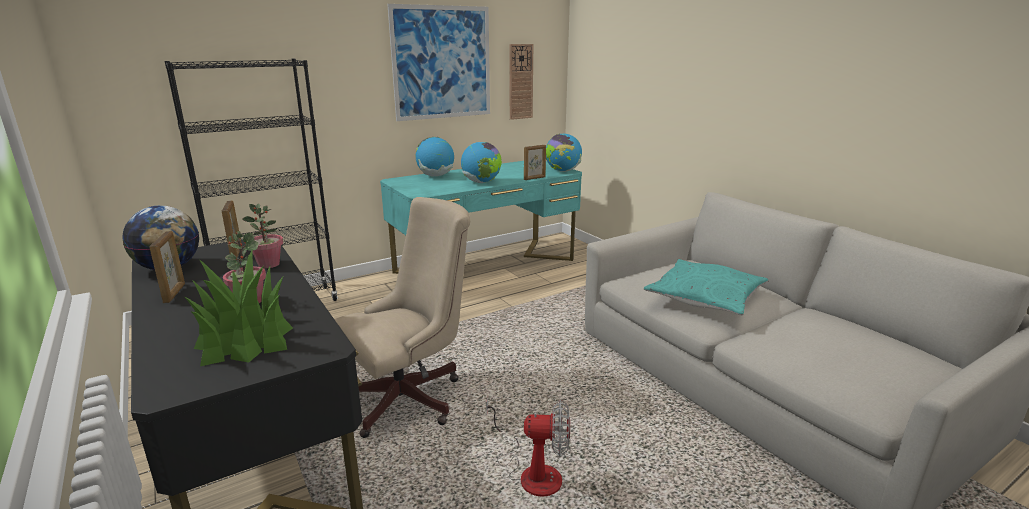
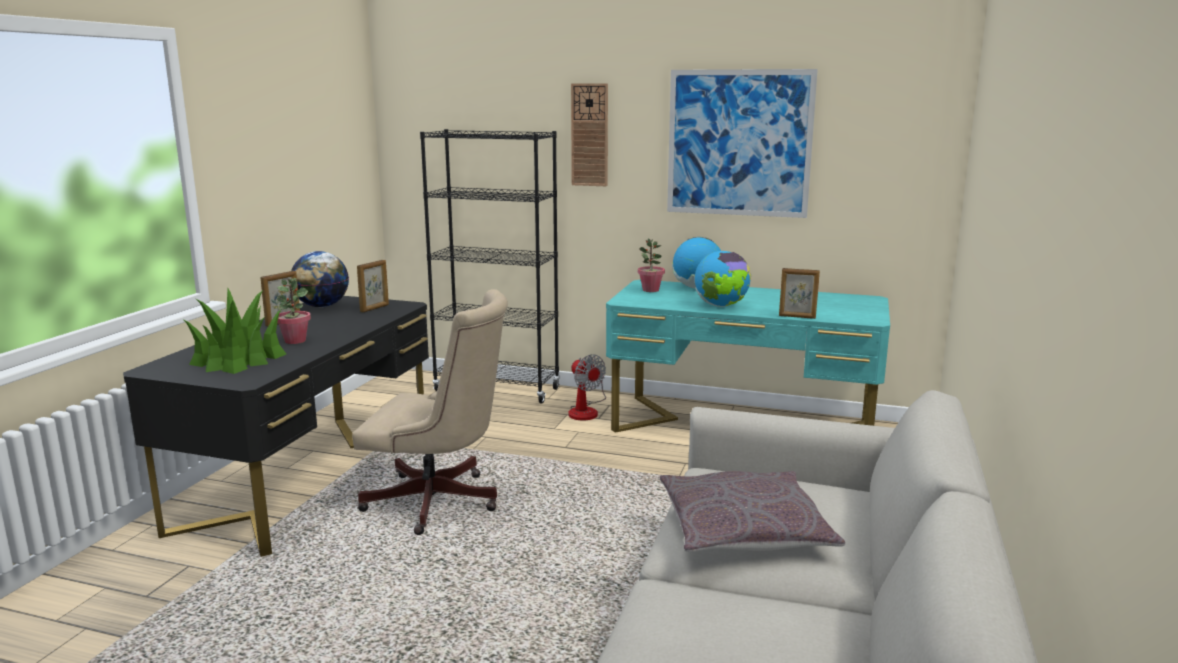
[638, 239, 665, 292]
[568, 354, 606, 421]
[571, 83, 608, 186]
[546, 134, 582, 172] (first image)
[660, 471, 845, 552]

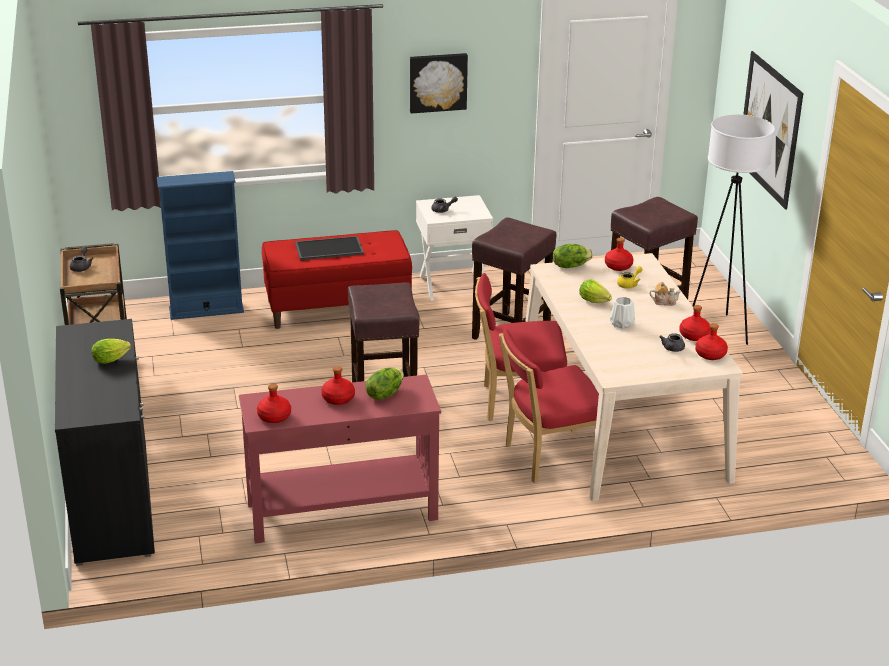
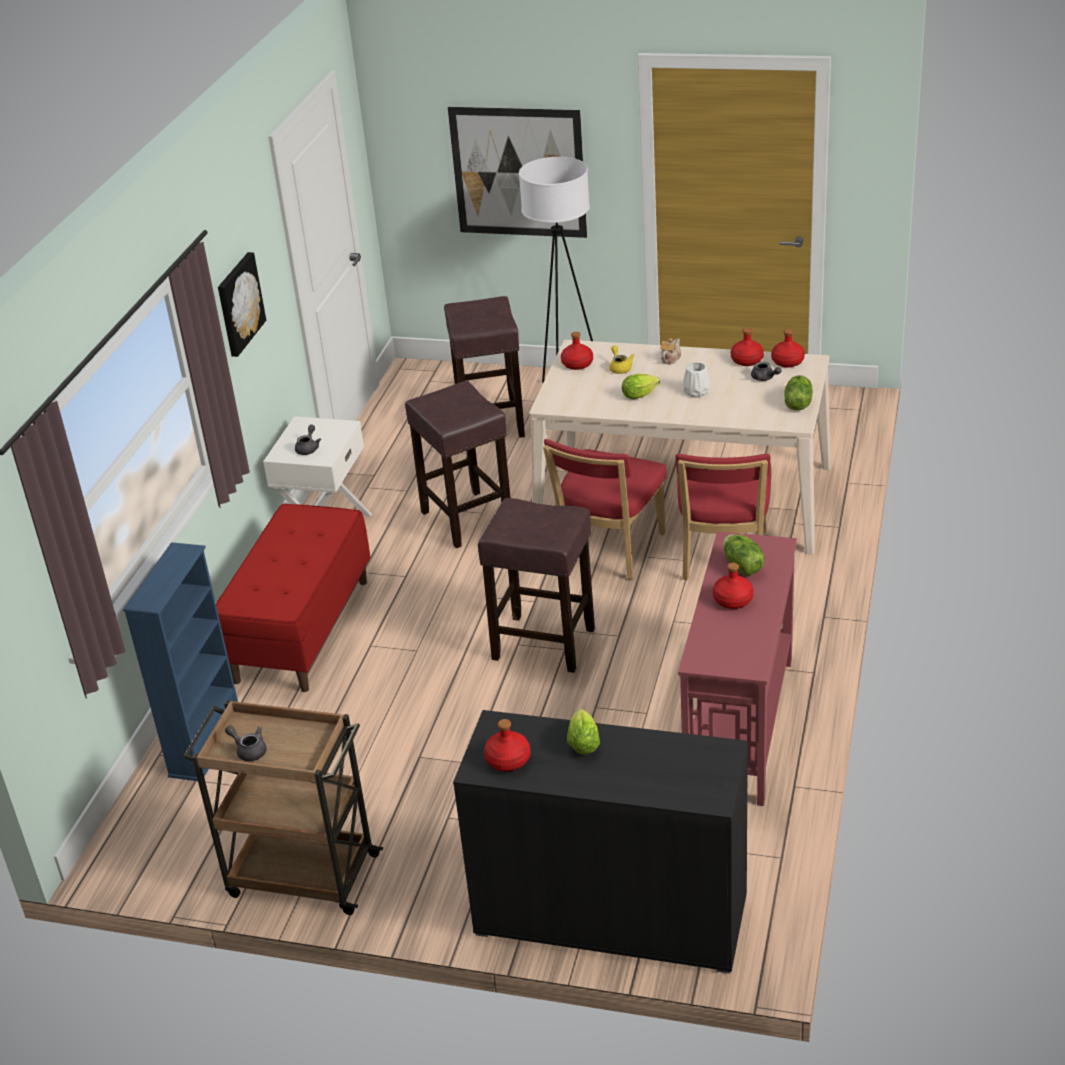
[484, 719, 531, 772]
[295, 236, 364, 260] (first image)
[784, 375, 813, 411]

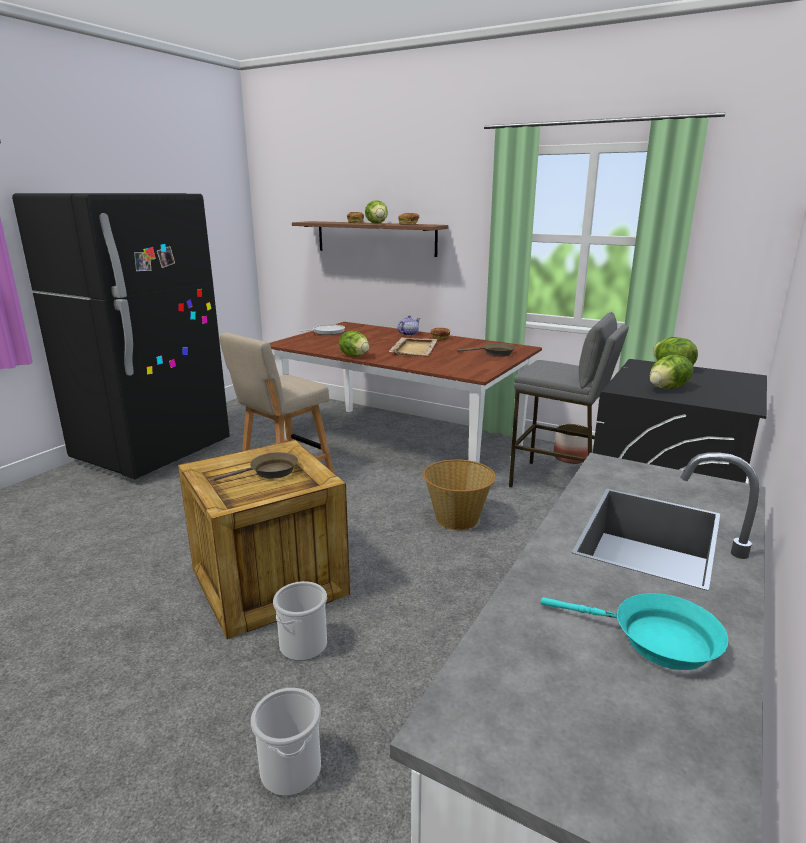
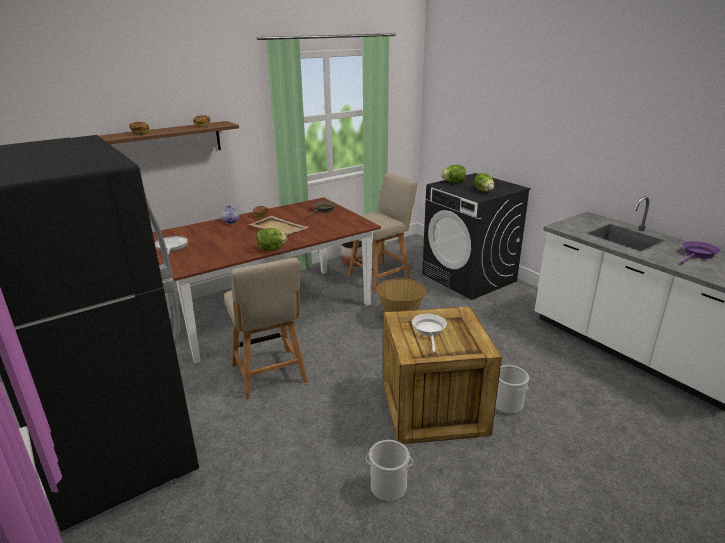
[412, 314, 447, 353]
[366, 440, 413, 502]
[365, 200, 388, 224] (first image)
[348, 173, 417, 292]
[681, 241, 720, 264]

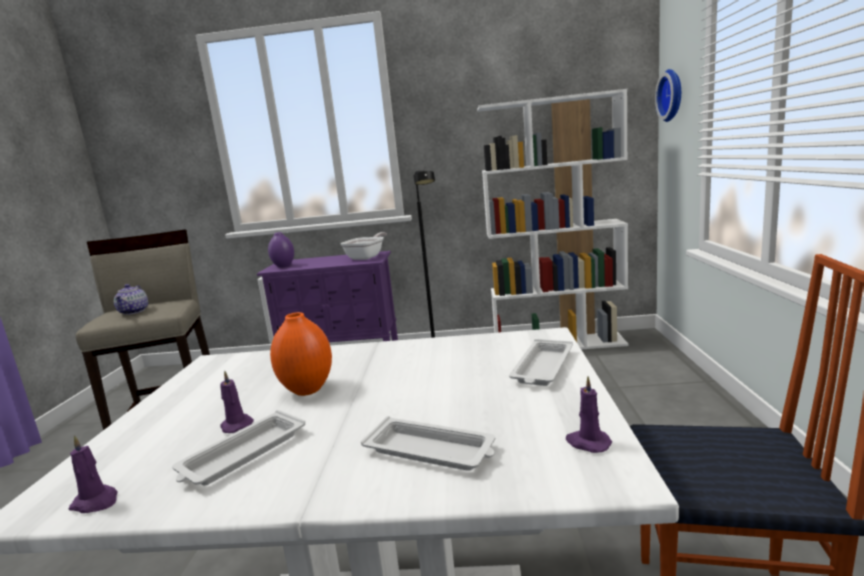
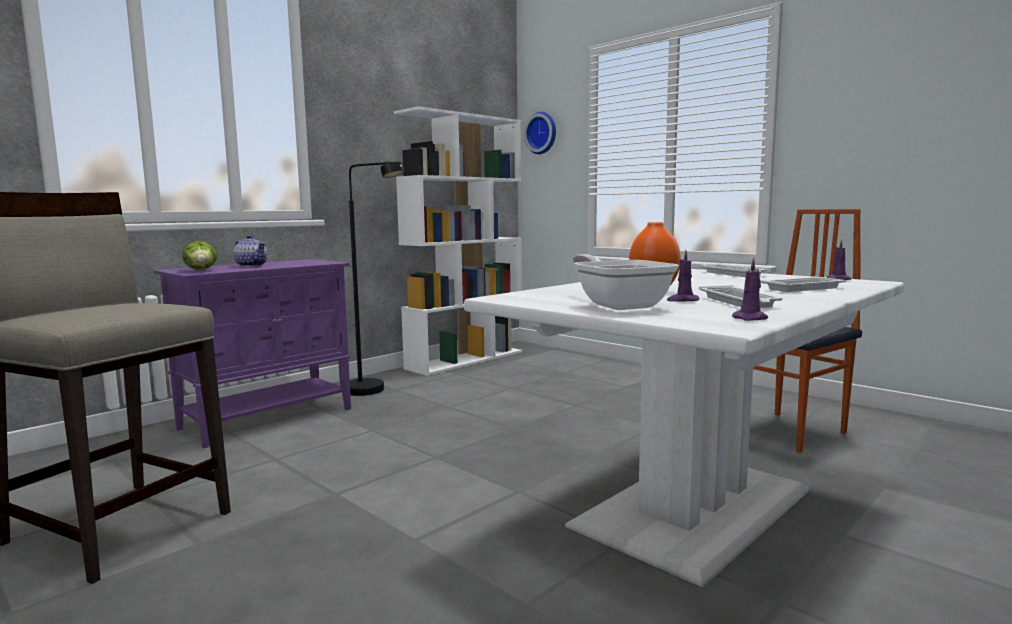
[233, 235, 268, 267]
[182, 241, 217, 270]
[573, 254, 679, 310]

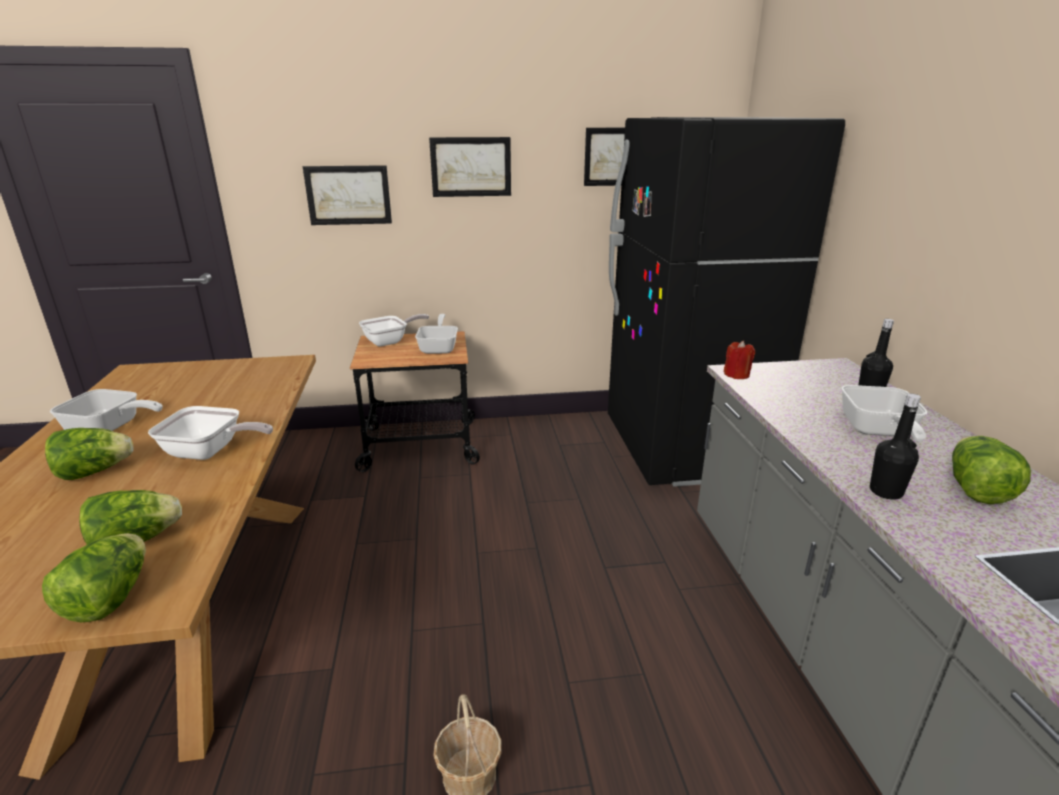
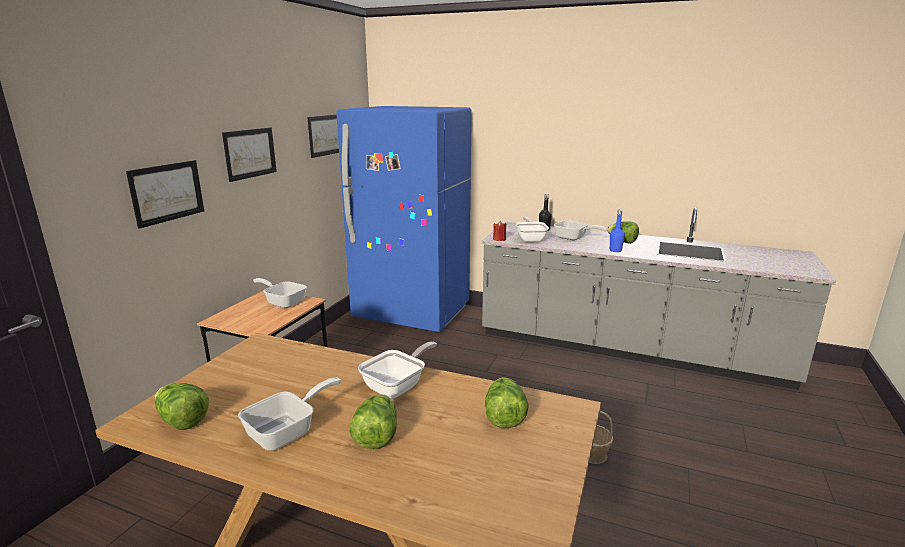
[155, 383, 209, 430]
[516, 217, 549, 242]
[336, 106, 472, 332]
[610, 210, 625, 252]

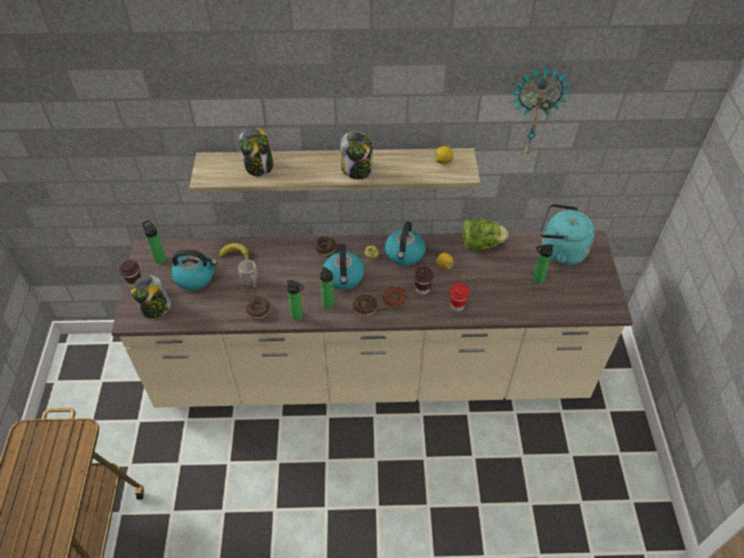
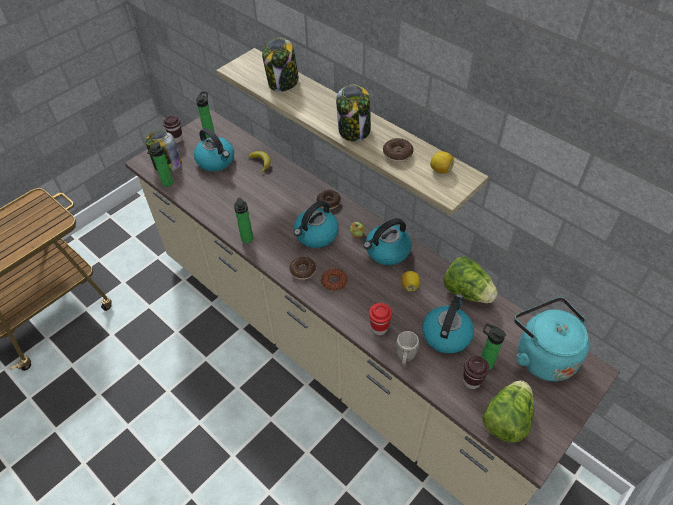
[396, 331, 419, 368]
[383, 138, 413, 162]
[147, 142, 173, 187]
[463, 356, 489, 389]
[510, 66, 572, 154] (first image)
[422, 294, 474, 354]
[482, 381, 534, 443]

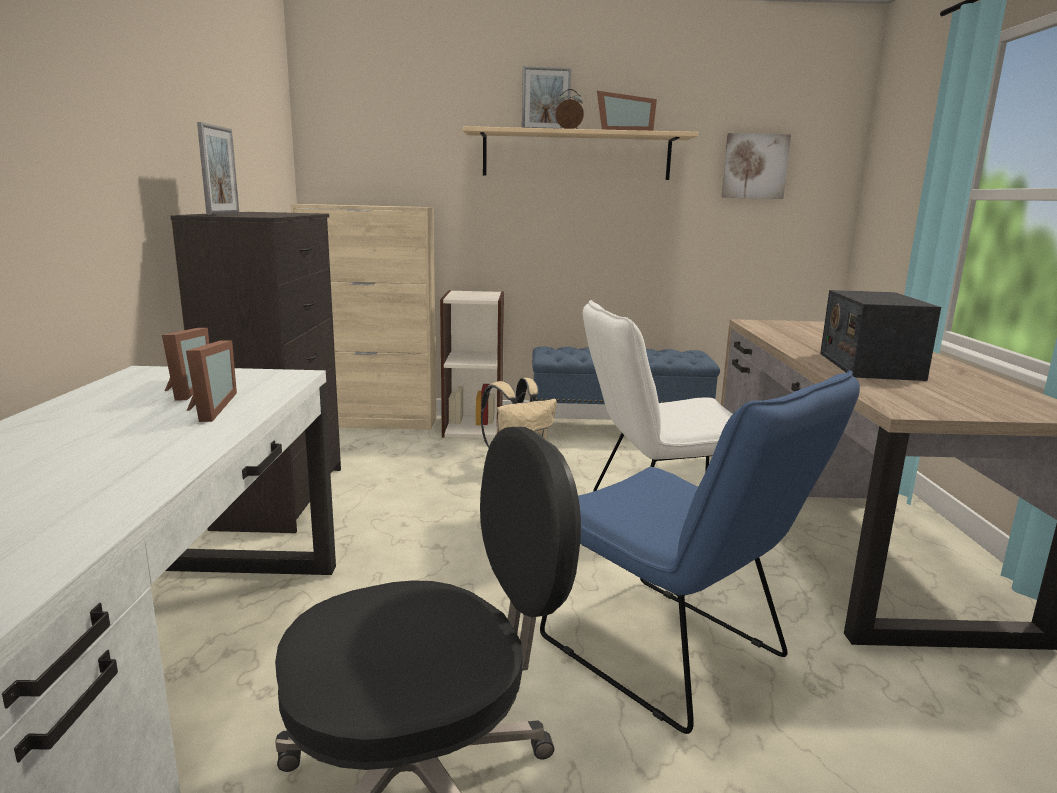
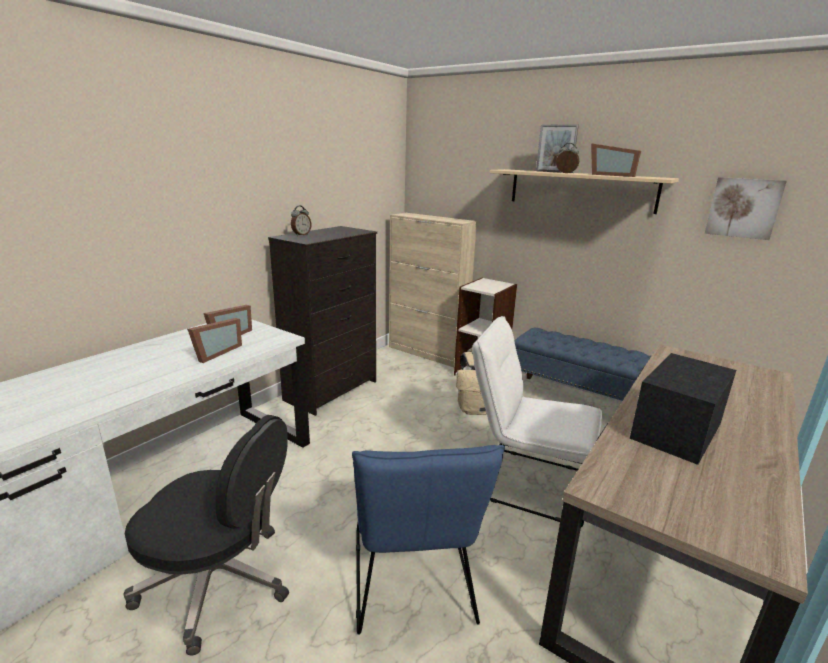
[291, 206, 311, 236]

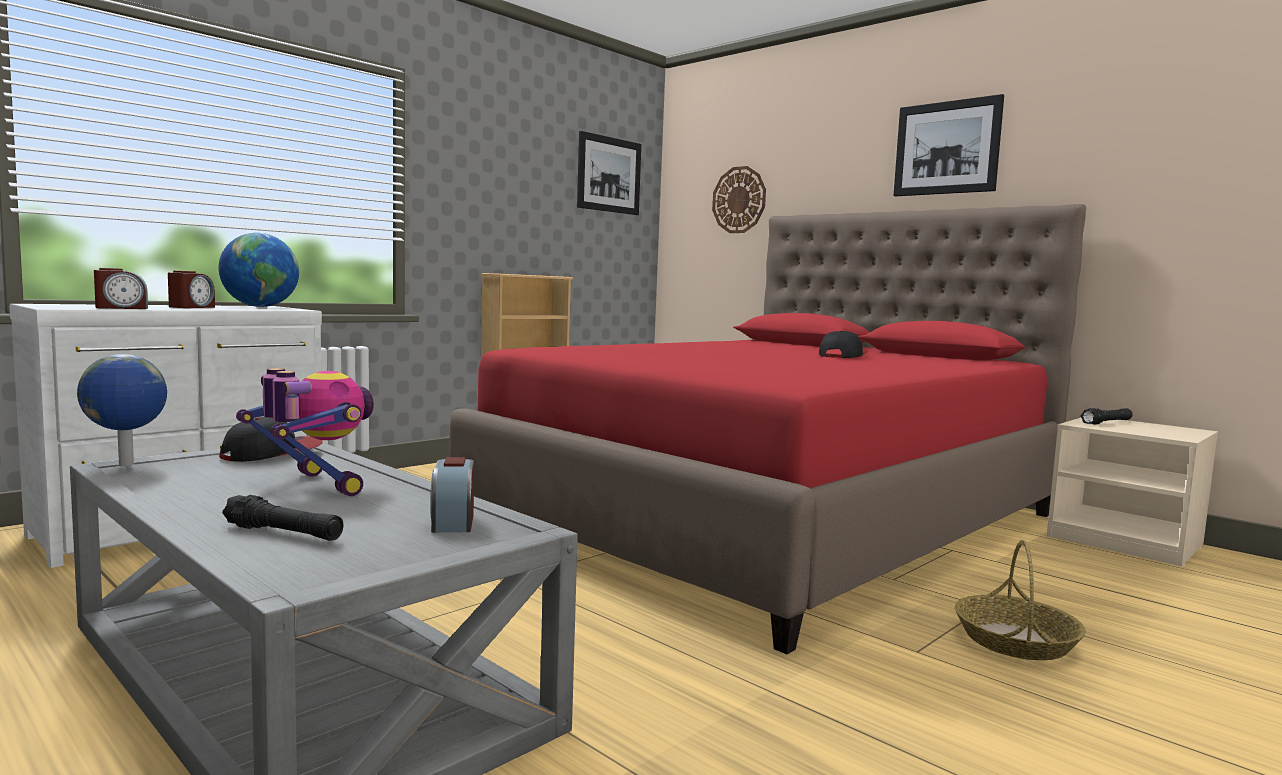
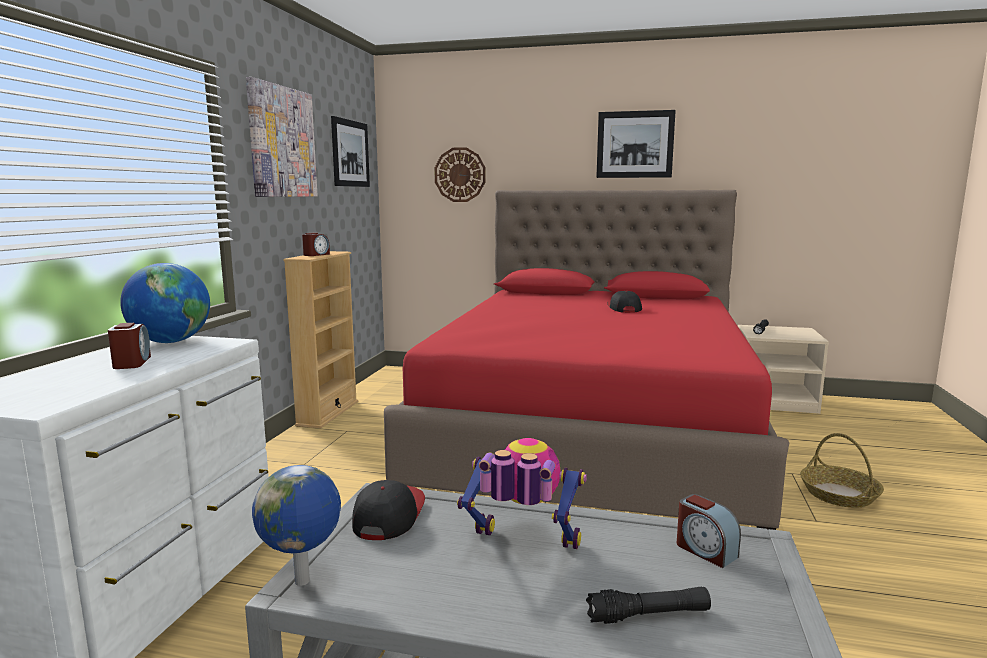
[302, 233, 330, 256]
[246, 77, 318, 197]

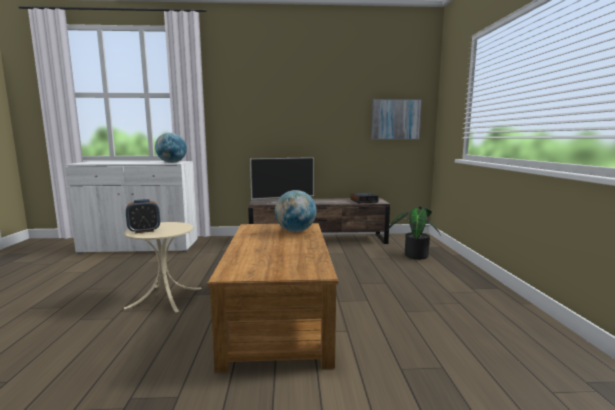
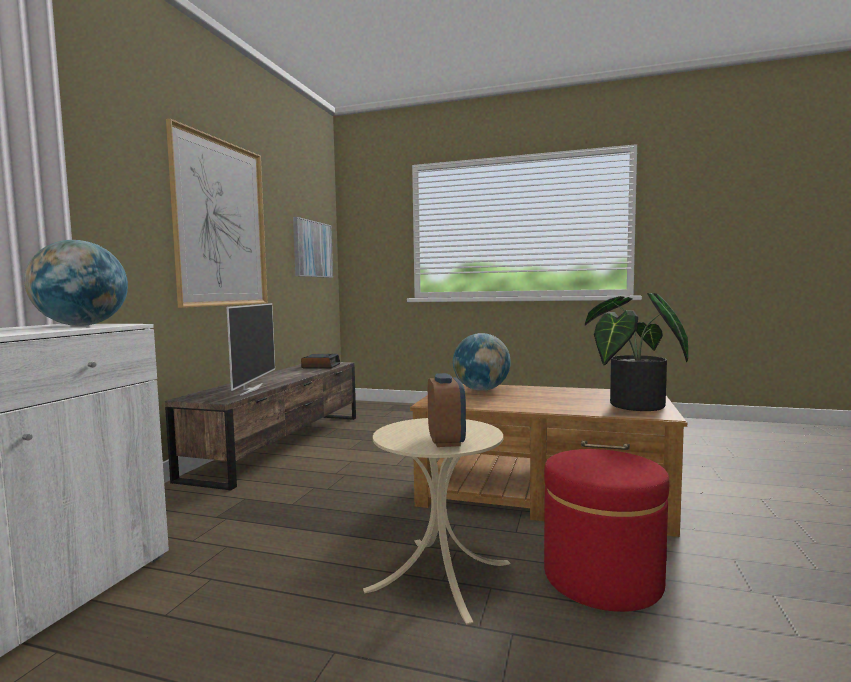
[585, 293, 688, 411]
[166, 119, 268, 308]
[544, 449, 669, 612]

